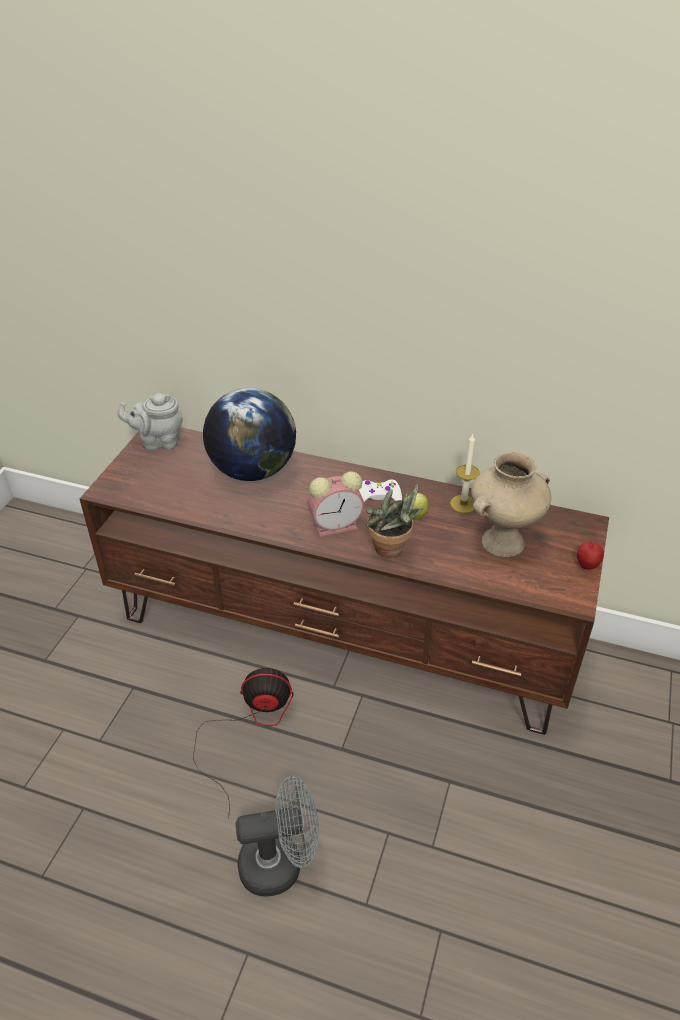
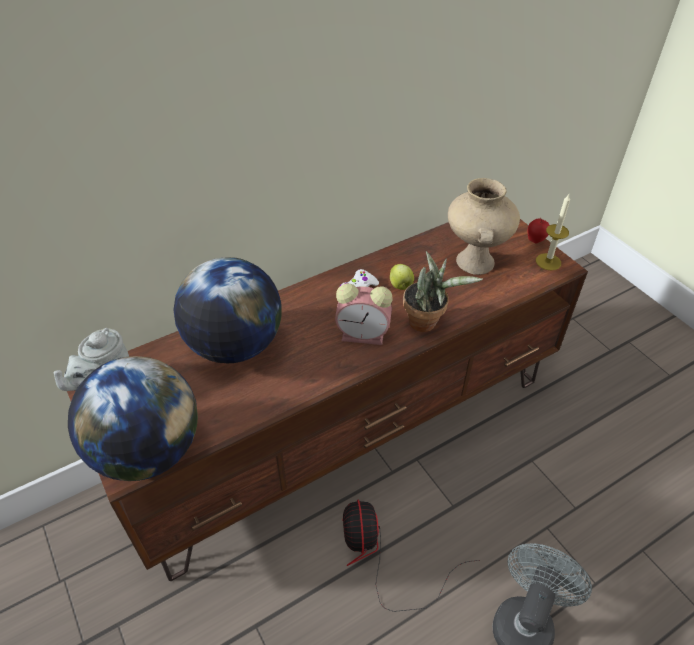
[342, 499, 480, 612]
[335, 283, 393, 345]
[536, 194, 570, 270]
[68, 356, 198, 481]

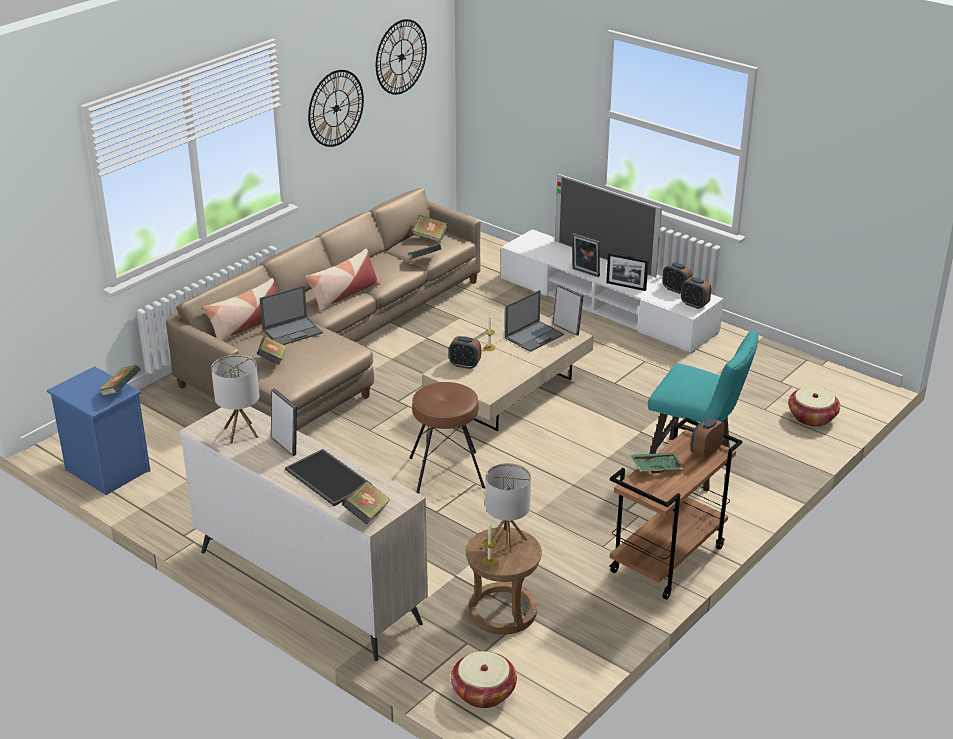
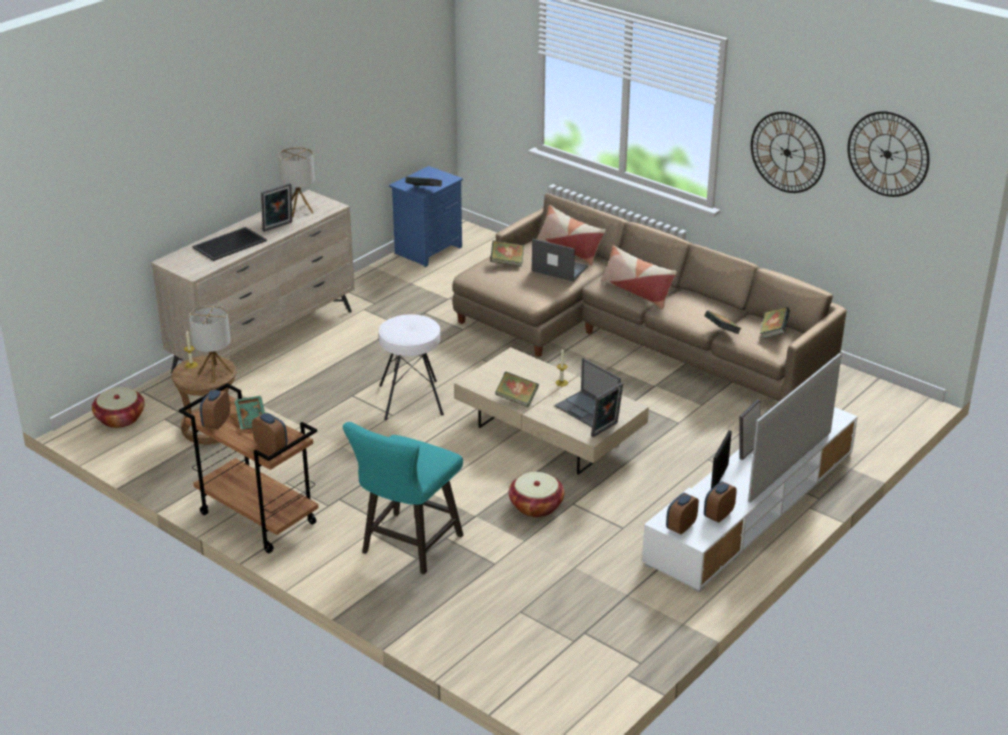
[532, 239, 588, 281]
[495, 371, 539, 408]
[379, 314, 444, 420]
[200, 390, 230, 430]
[508, 472, 565, 517]

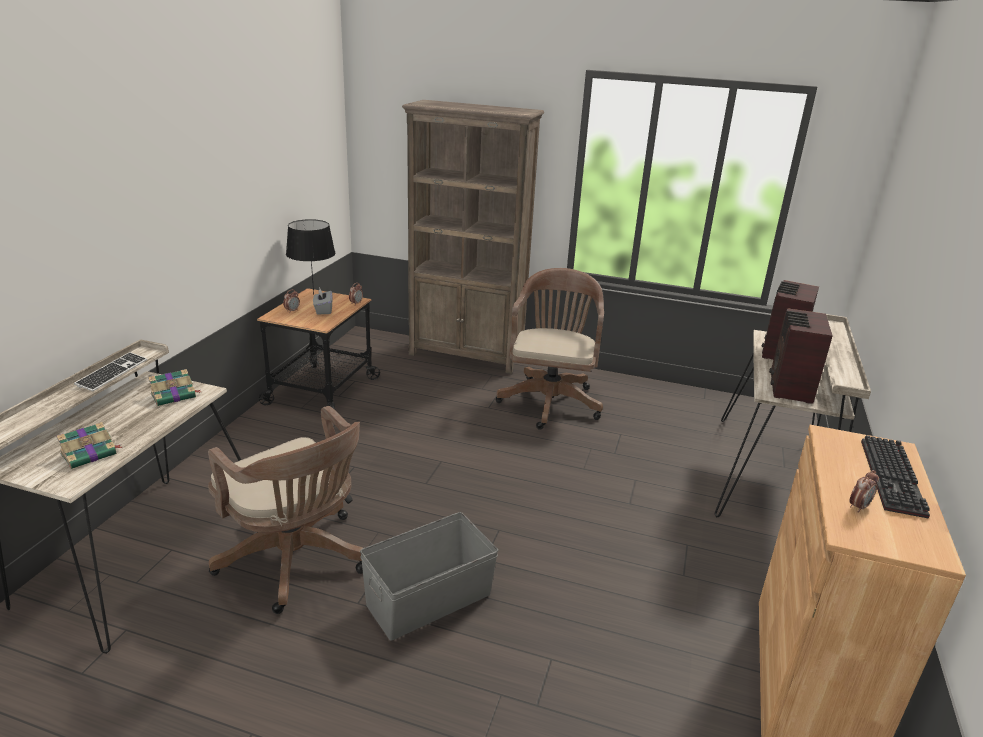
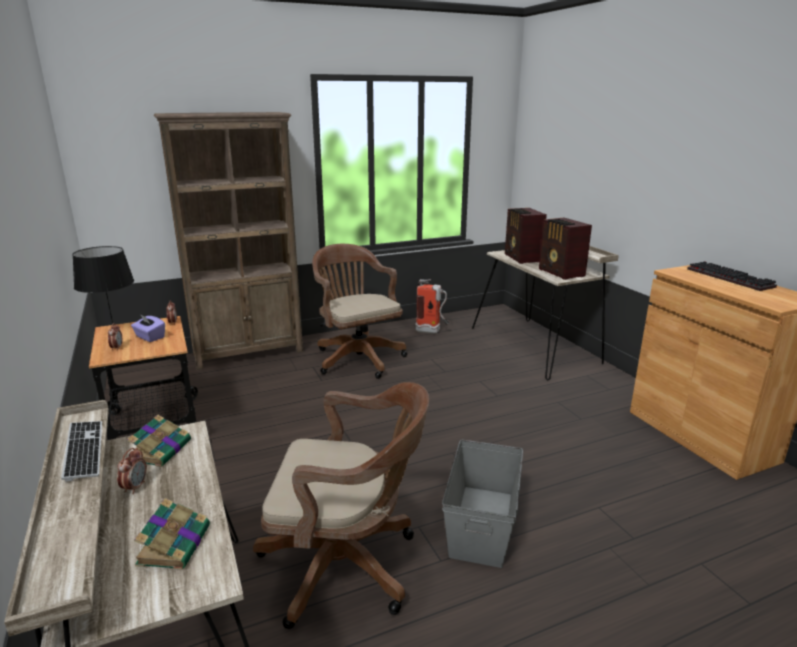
[131, 314, 165, 342]
[117, 448, 147, 494]
[415, 279, 449, 334]

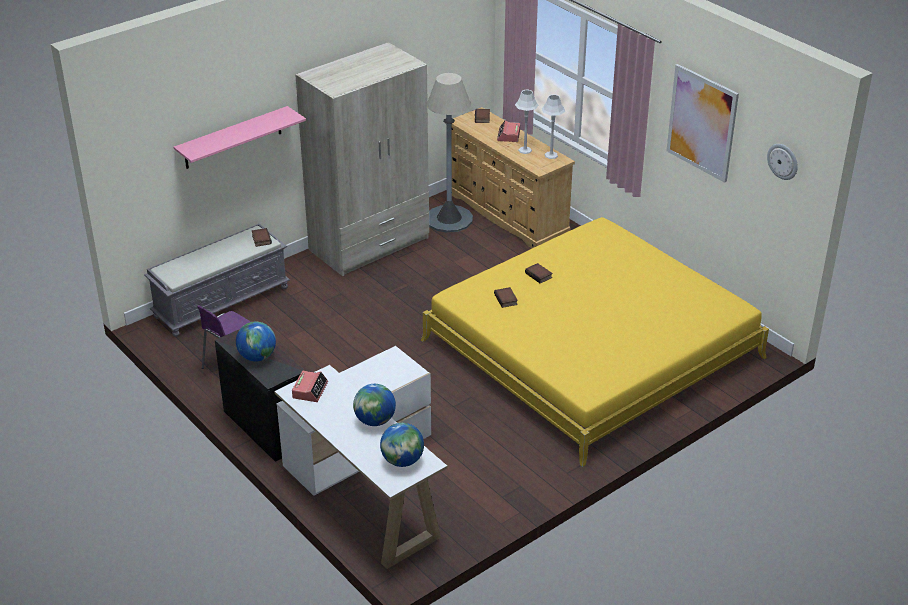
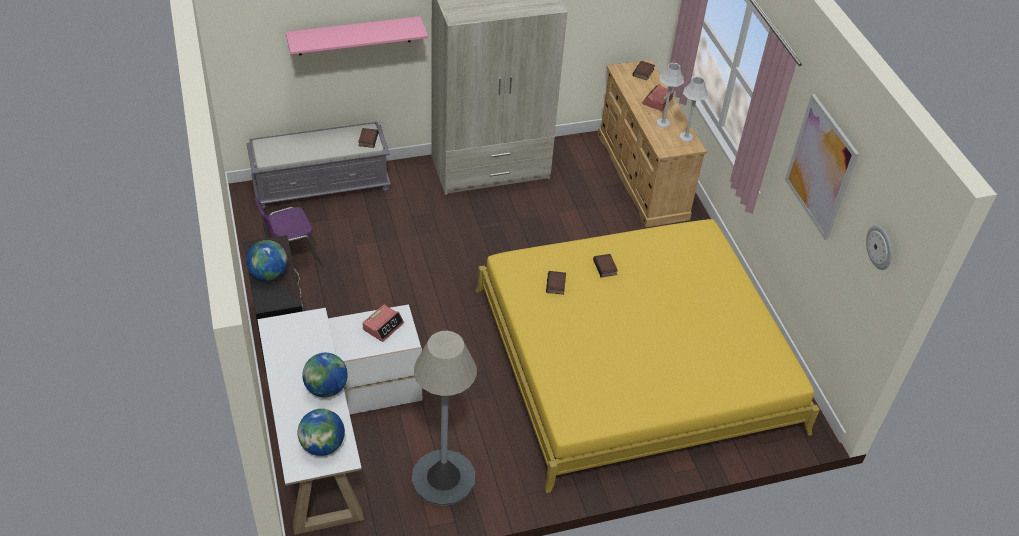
[363, 304, 404, 342]
[412, 331, 477, 506]

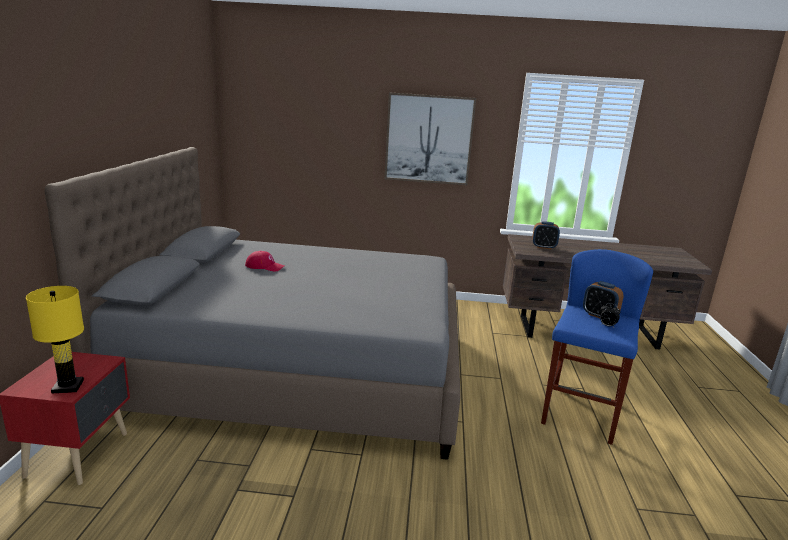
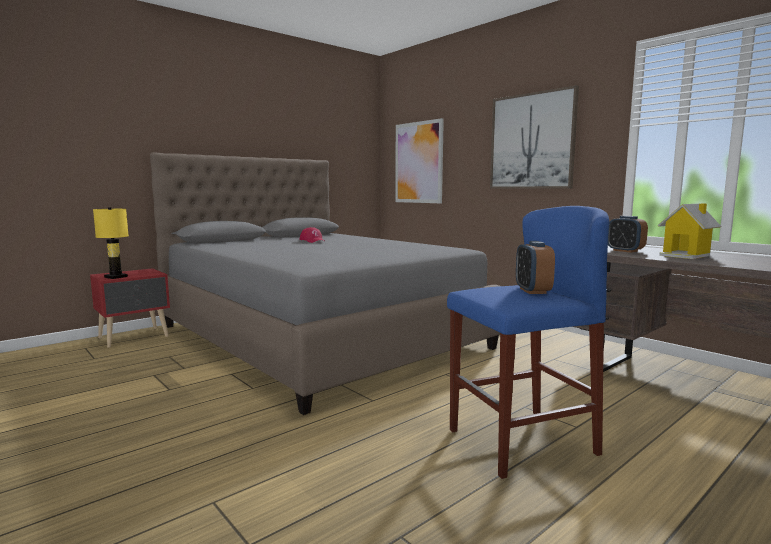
[600, 303, 621, 327] (first image)
[395, 118, 444, 203]
[657, 203, 722, 259]

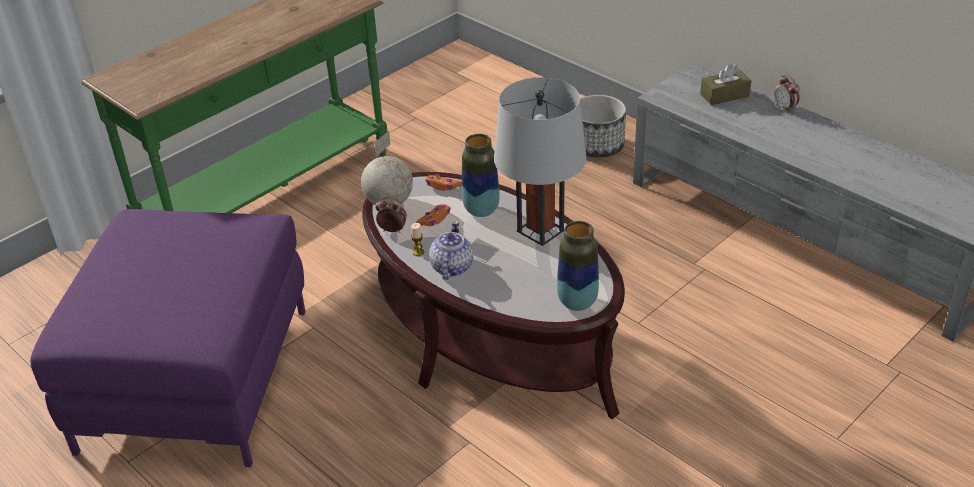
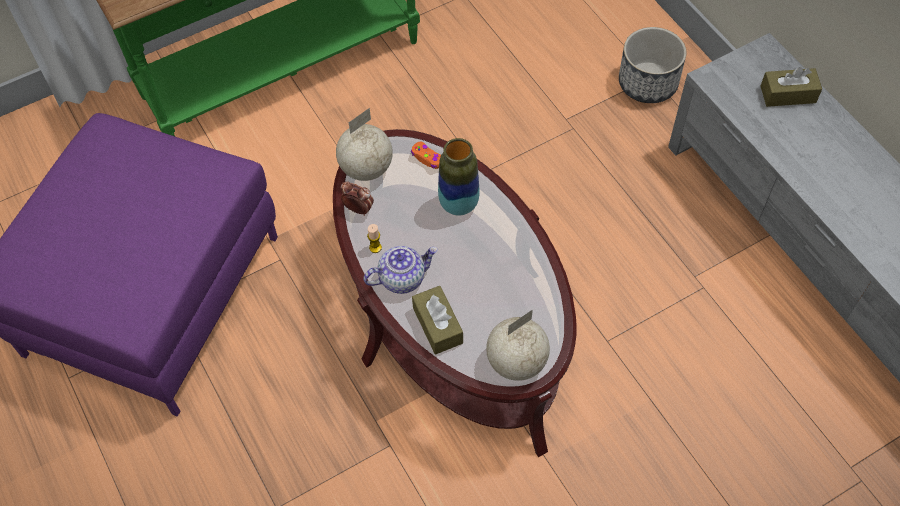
[416, 204, 451, 226] (first image)
[363, 246, 438, 294]
[494, 77, 587, 246] (first image)
[486, 310, 550, 381]
[774, 75, 800, 112] (first image)
[412, 286, 463, 355]

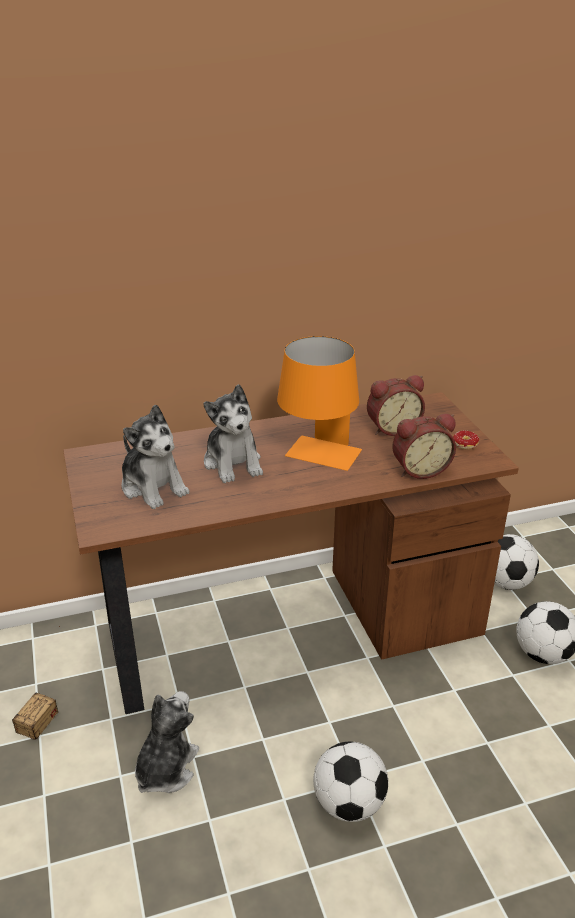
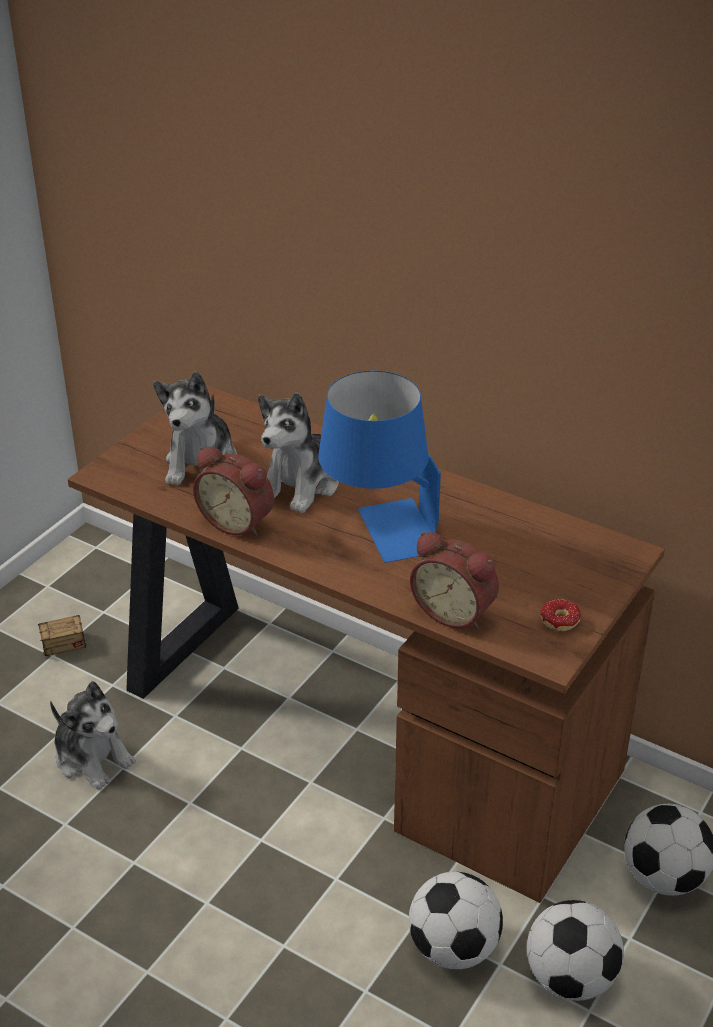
[50, 681, 136, 790]
[318, 371, 441, 563]
[409, 872, 503, 969]
[193, 446, 274, 537]

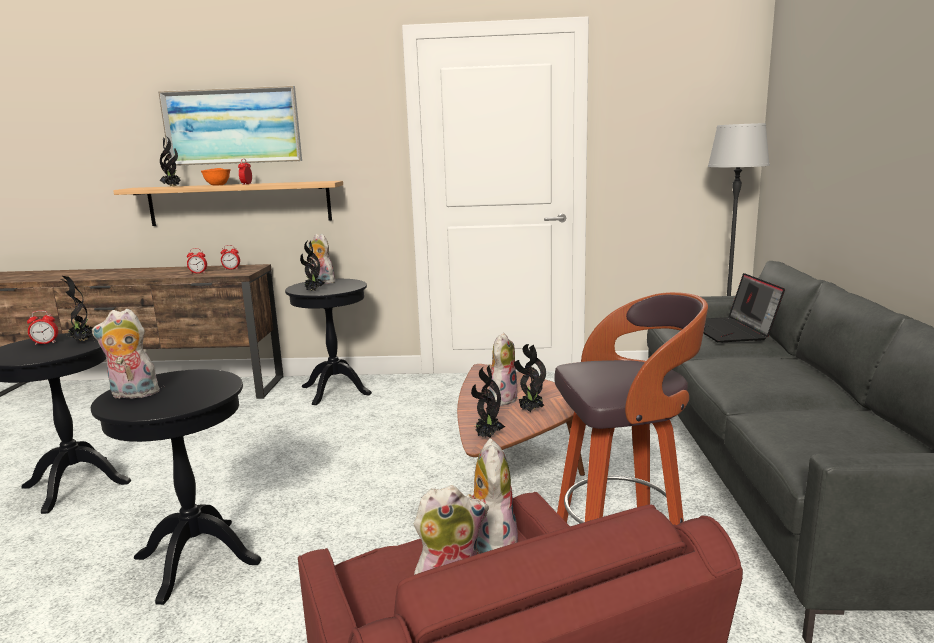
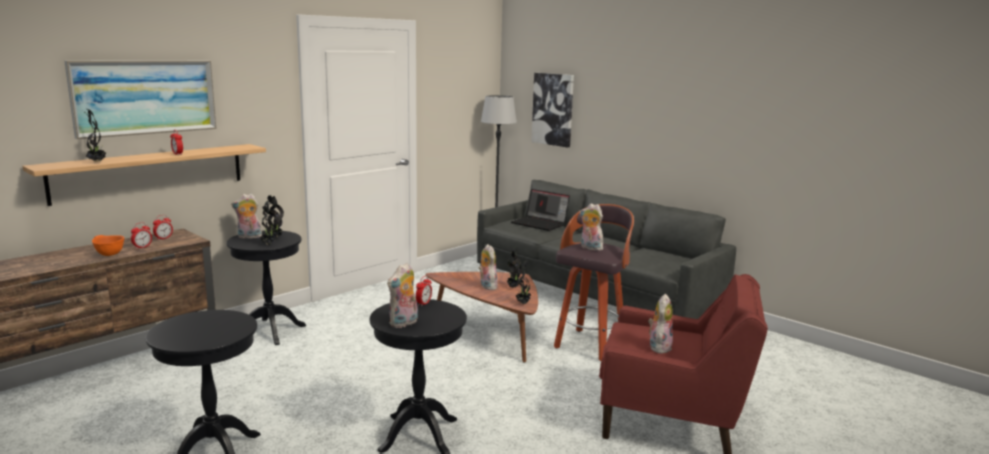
[416, 276, 432, 306]
[263, 195, 284, 237]
[92, 235, 124, 256]
[580, 203, 603, 251]
[531, 73, 574, 147]

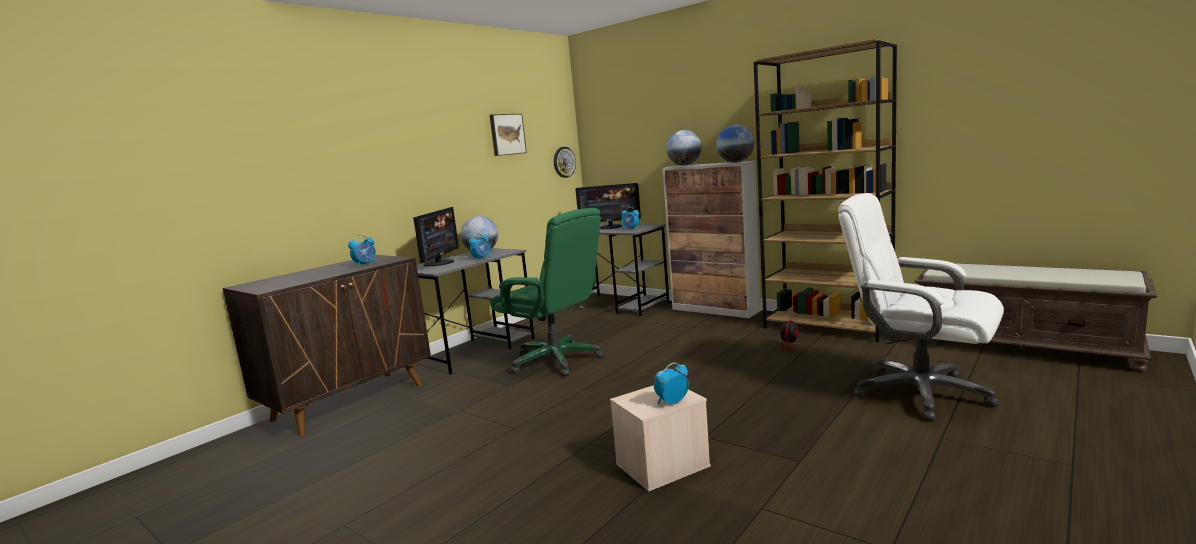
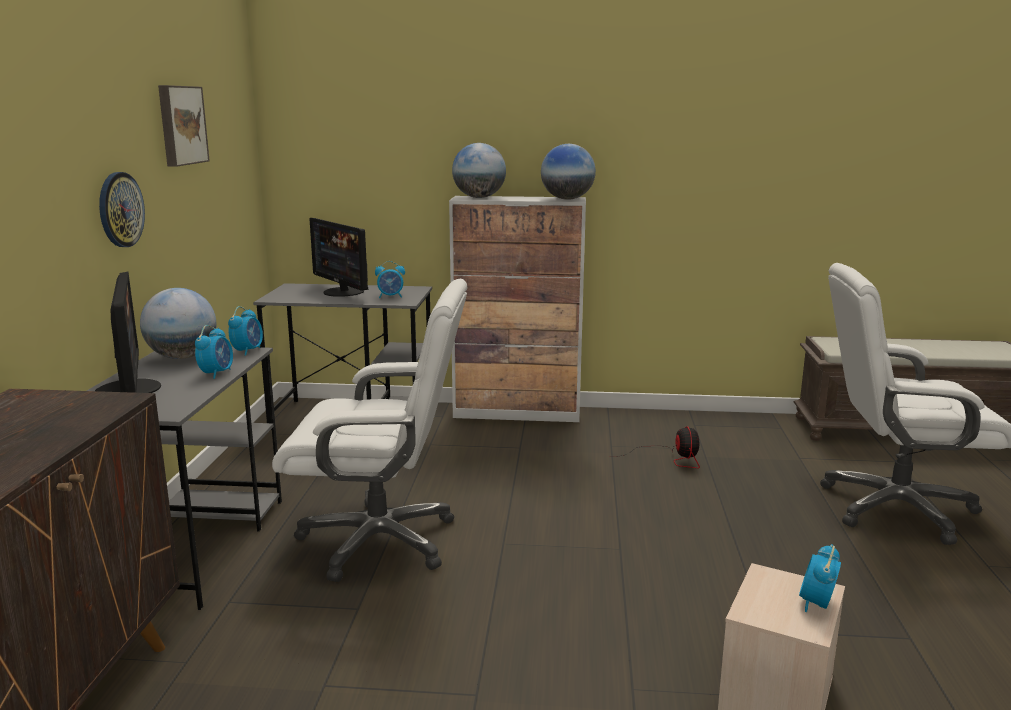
[228, 306, 263, 356]
[272, 279, 468, 582]
[99, 172, 145, 247]
[310, 218, 369, 297]
[754, 39, 897, 343] (first image)

